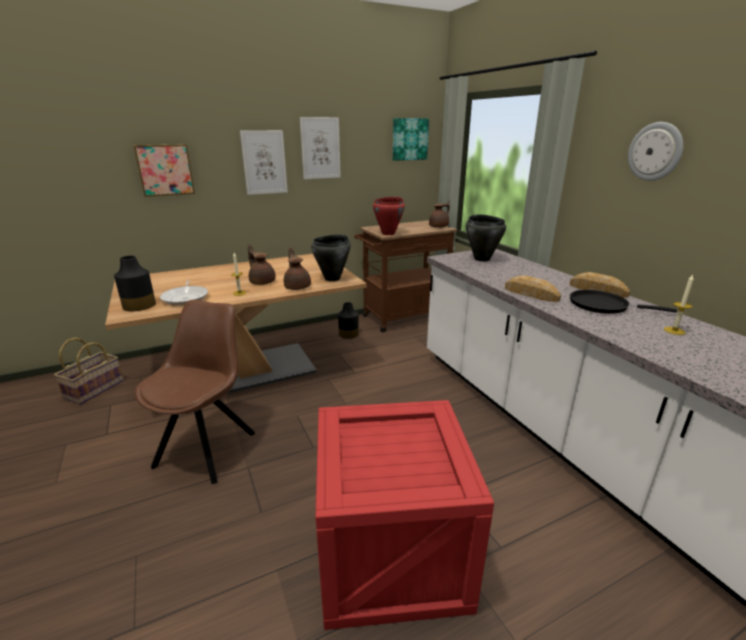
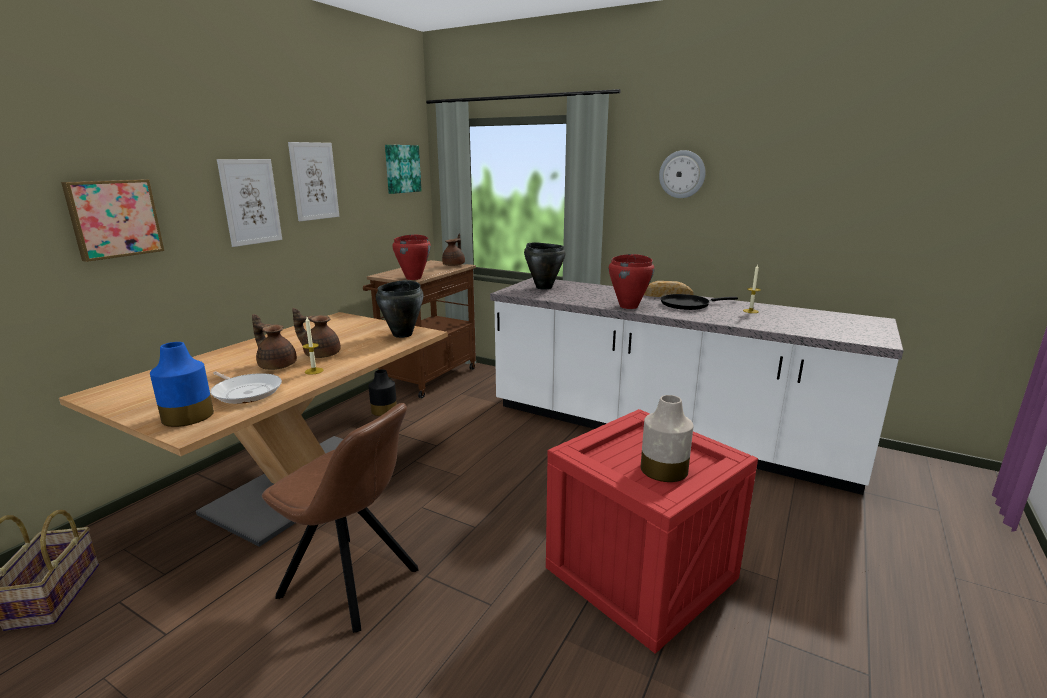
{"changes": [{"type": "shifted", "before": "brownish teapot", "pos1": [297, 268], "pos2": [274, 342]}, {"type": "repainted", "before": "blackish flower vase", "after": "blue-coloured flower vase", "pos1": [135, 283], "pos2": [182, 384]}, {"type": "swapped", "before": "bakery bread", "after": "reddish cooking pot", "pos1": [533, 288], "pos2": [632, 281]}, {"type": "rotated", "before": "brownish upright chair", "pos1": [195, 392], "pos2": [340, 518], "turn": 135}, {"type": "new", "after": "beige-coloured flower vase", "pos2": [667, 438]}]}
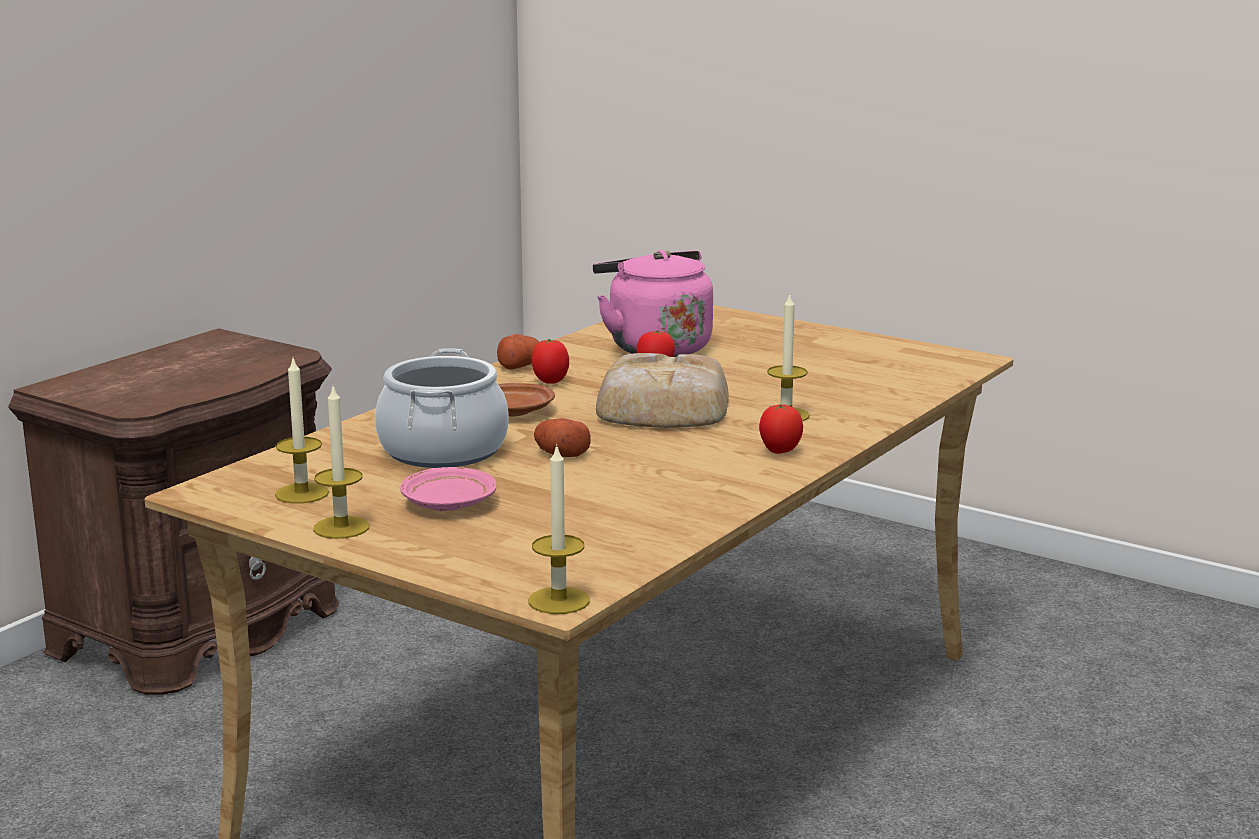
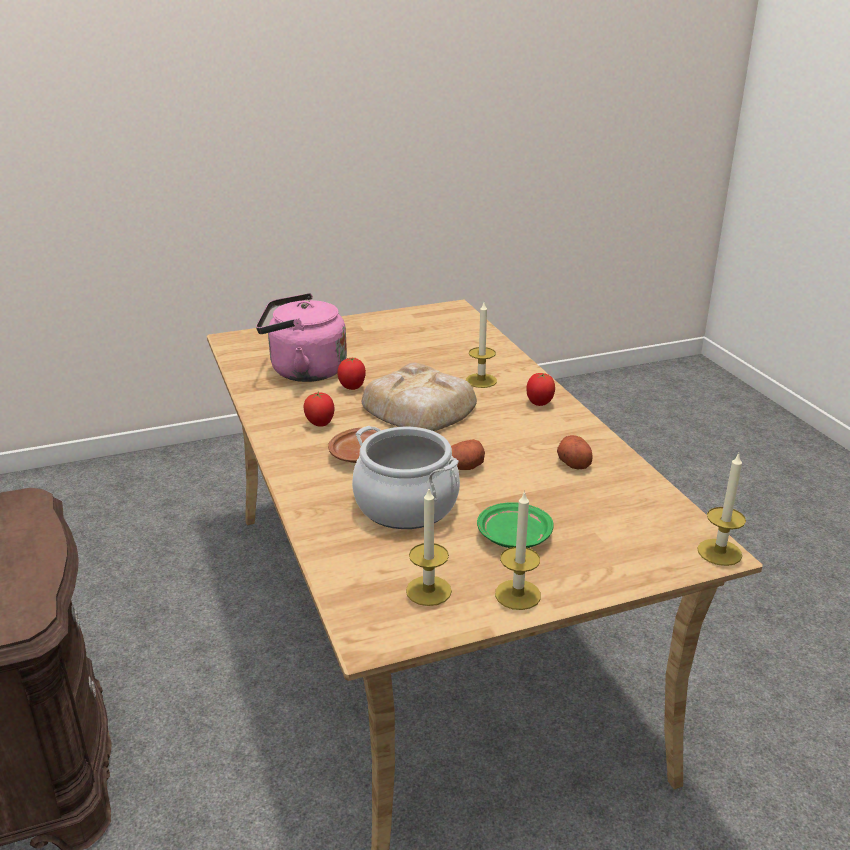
{"changes": [{"type": "shifted", "before": "spud", "pos1": [518, 351], "pos2": [575, 452]}, {"type": "repainted", "before": "pinkish dinner plate", "after": "green-coloured dinner plate", "pos1": [448, 489], "pos2": [515, 525]}]}
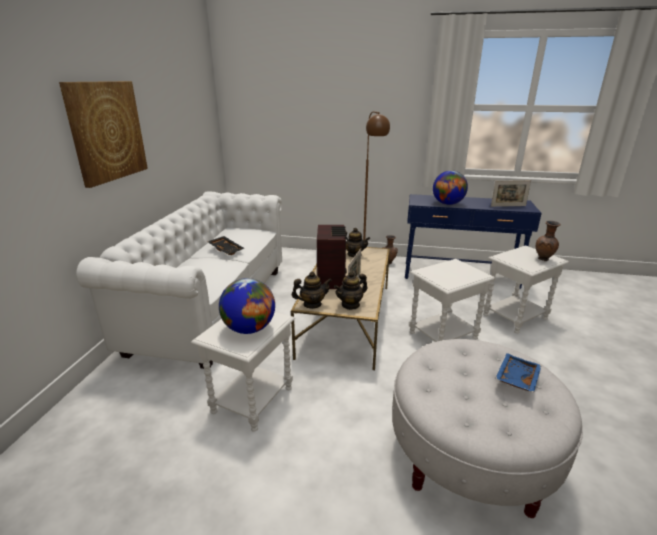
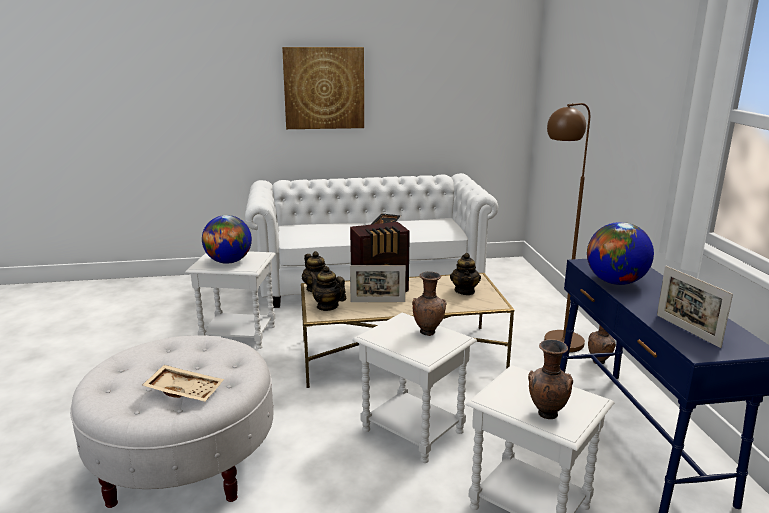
{"changes": [{"type": "repainted", "before": "blue-coloured carrying tray", "after": "beige-coloured carrying tray", "pos1": [519, 372], "pos2": [183, 383]}, {"type": "new", "after": "brownish flower vase", "pos2": [429, 304]}]}
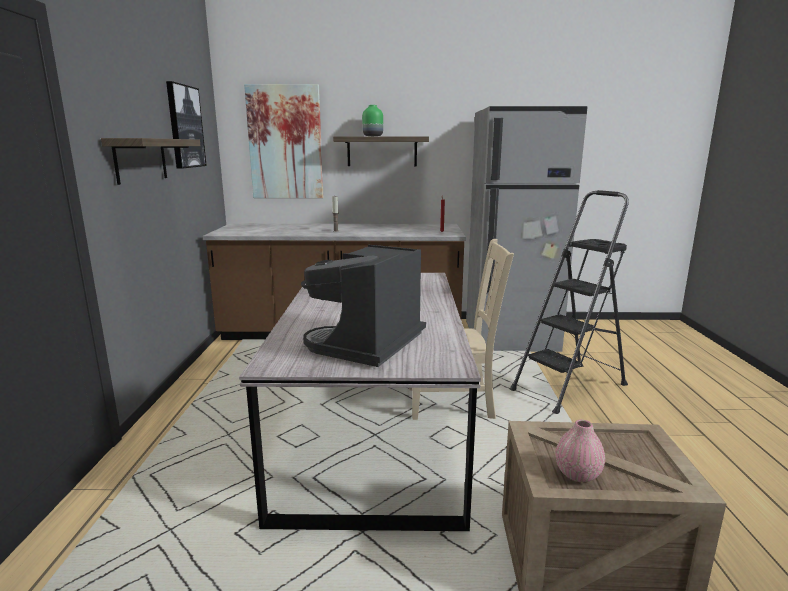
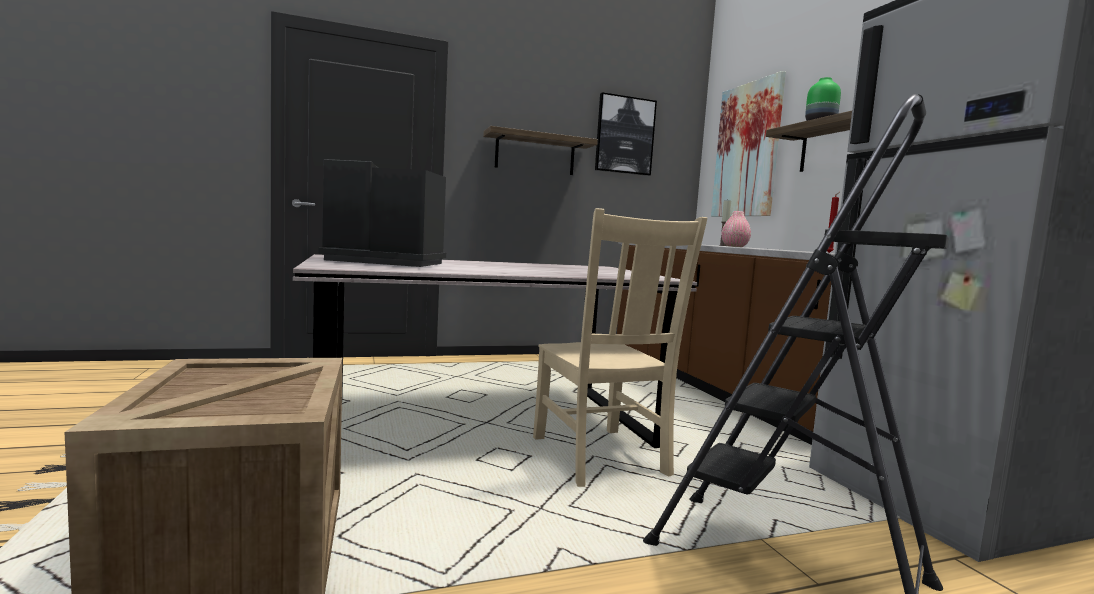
{"changes": [{"type": "shifted", "before": "pinkish flower vase", "pos1": [580, 451], "pos2": [736, 229]}]}
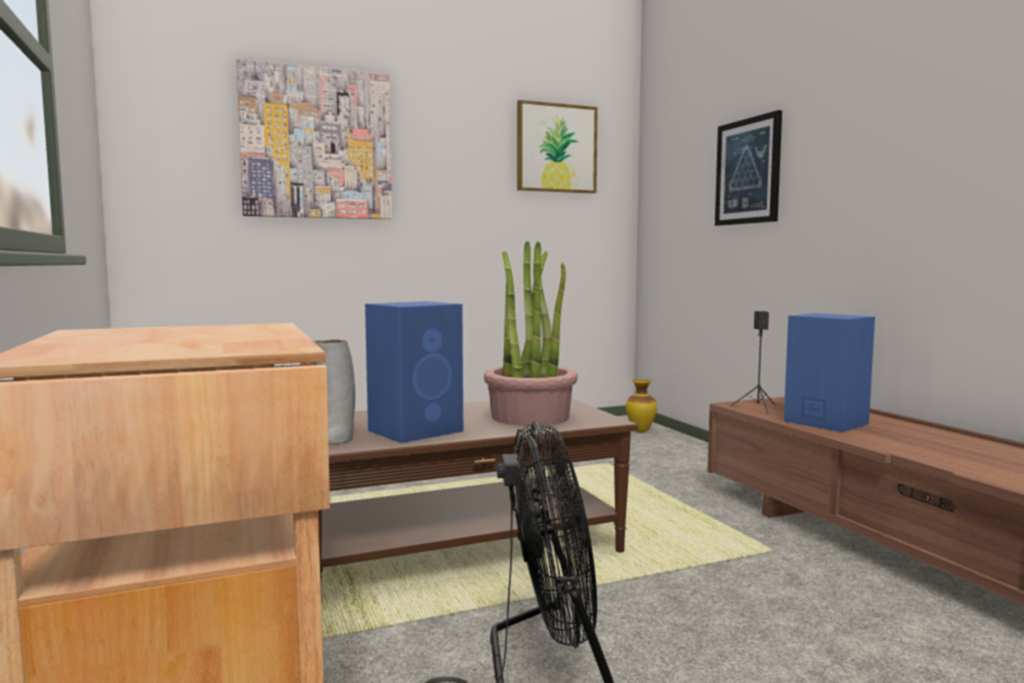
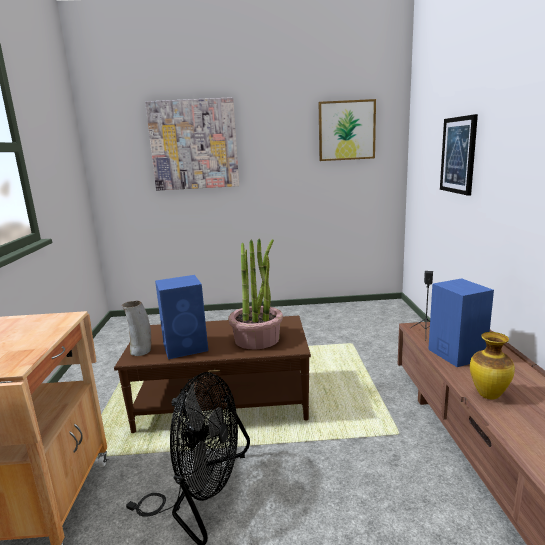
{"changes": [{"type": "shifted", "before": "flower vase", "pos1": [641, 405], "pos2": [492, 366]}]}
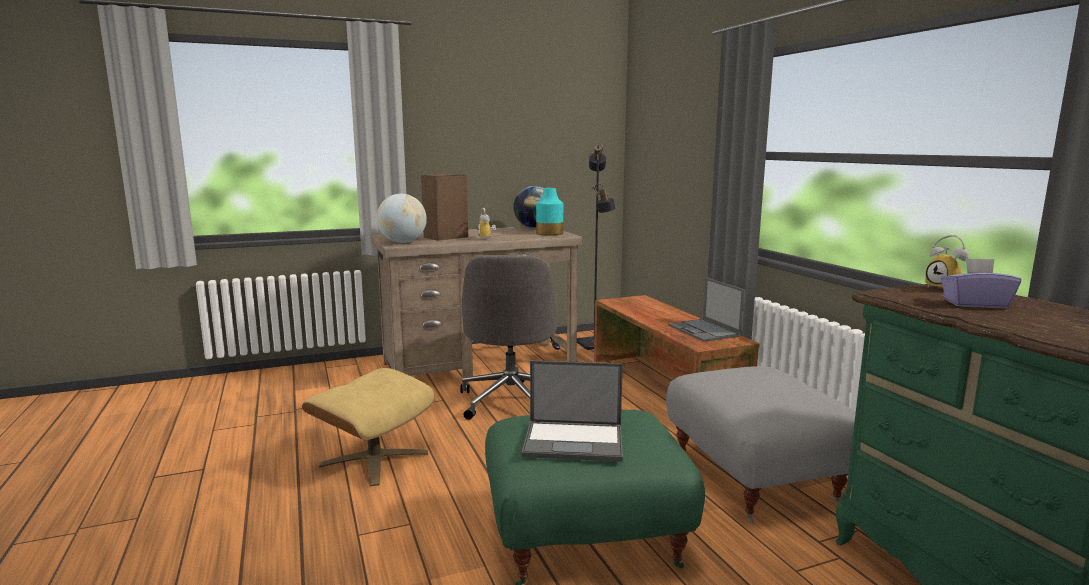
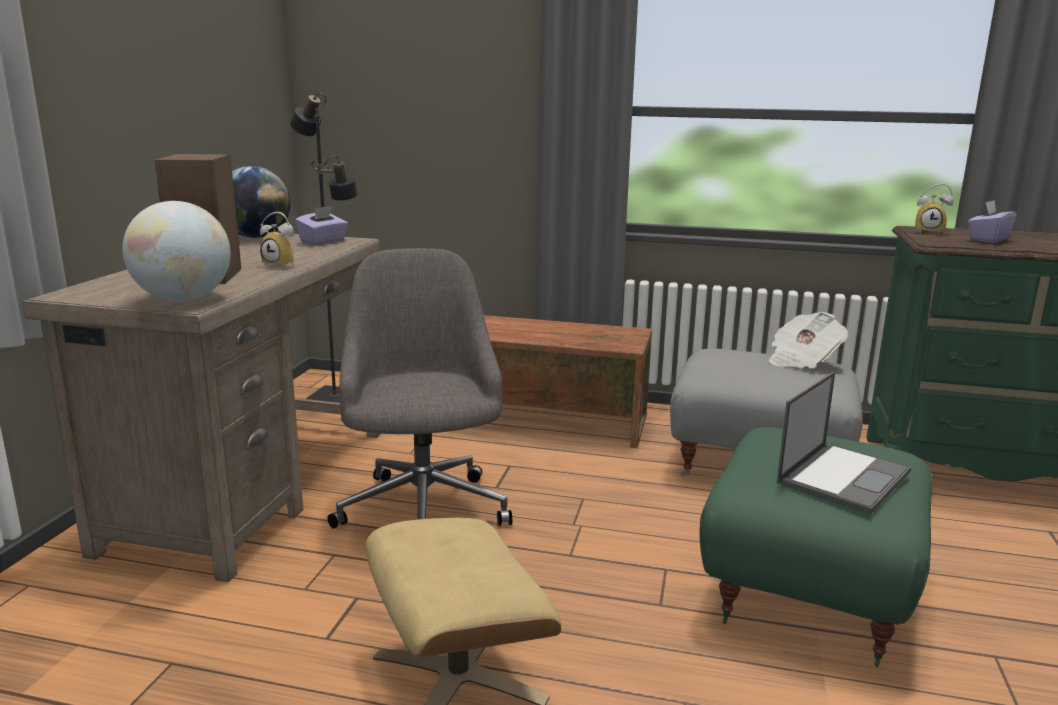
{"changes": [{"type": "swapped", "before": "turquoise-coloured flower vase", "after": "purple-coloured tissue box", "pos1": [549, 211], "pos2": [321, 225]}, {"type": "rotated", "before": "grey office chair", "pos1": [510, 337], "pos2": [419, 388], "turn": -135}, {"type": "gone", "before": "notebook computer", "pos1": [706, 310]}, {"type": "new", "after": "newspaper", "pos2": [808, 340]}]}
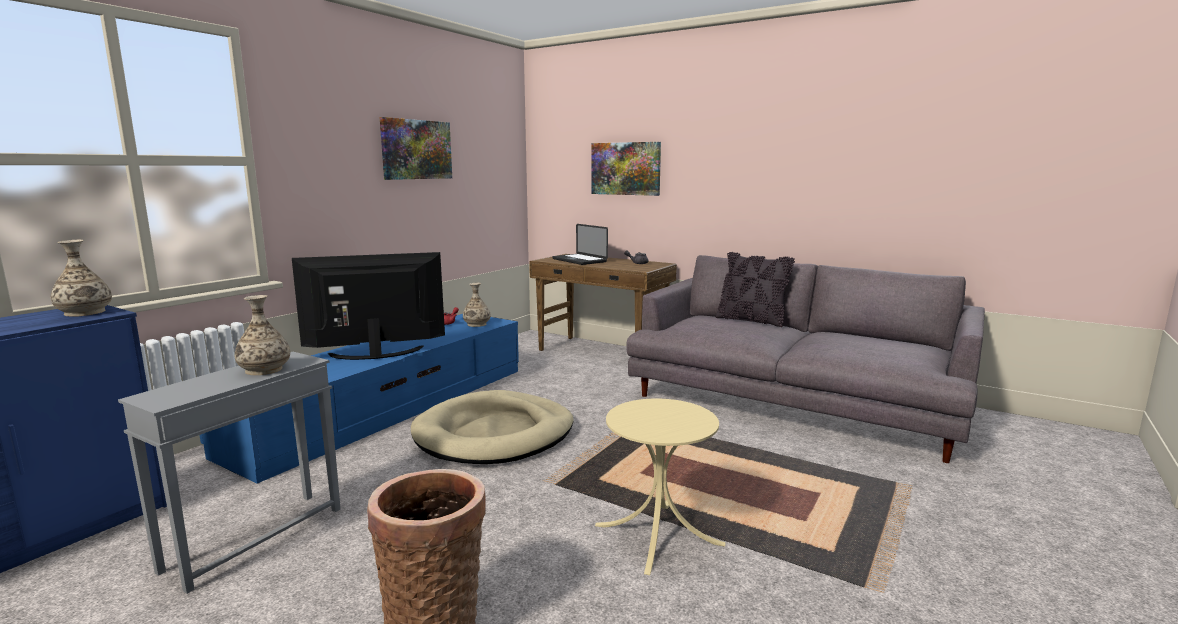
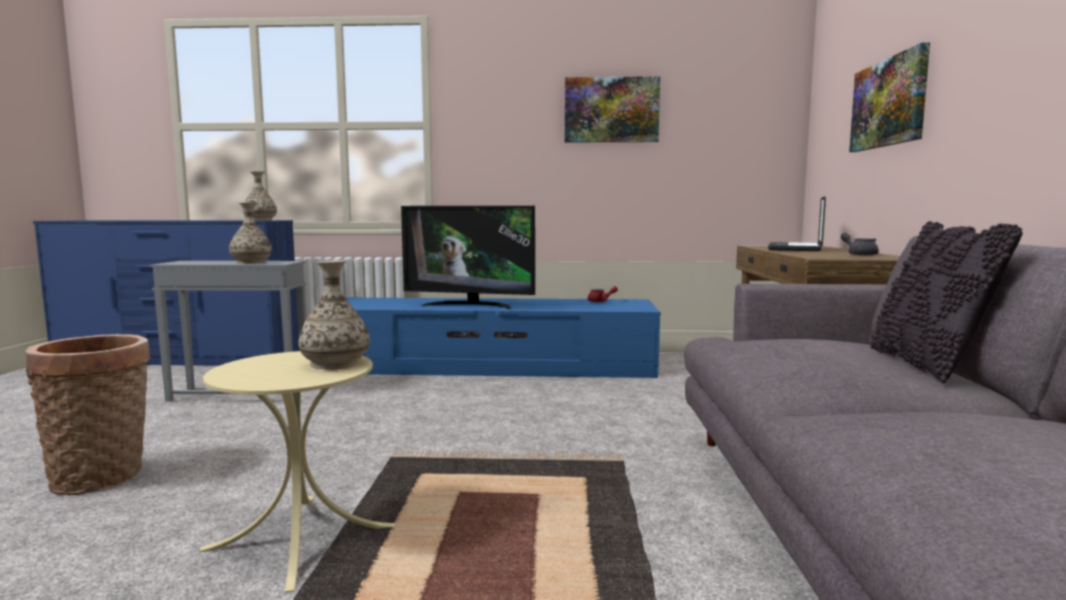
{"changes": [{"type": "rotated", "before": "television", "pos1": [368, 306], "pos2": [468, 257], "turn": 150}, {"type": "shifted", "before": "flower vase", "pos1": [477, 305], "pos2": [334, 315]}, {"type": "gone", "before": "beige-coloured dog cushion", "pos1": [492, 427]}]}
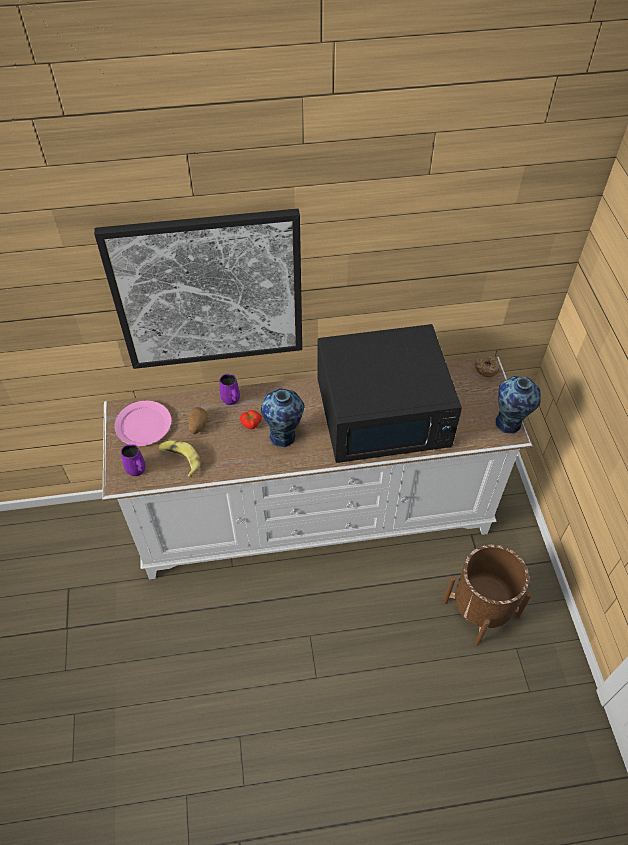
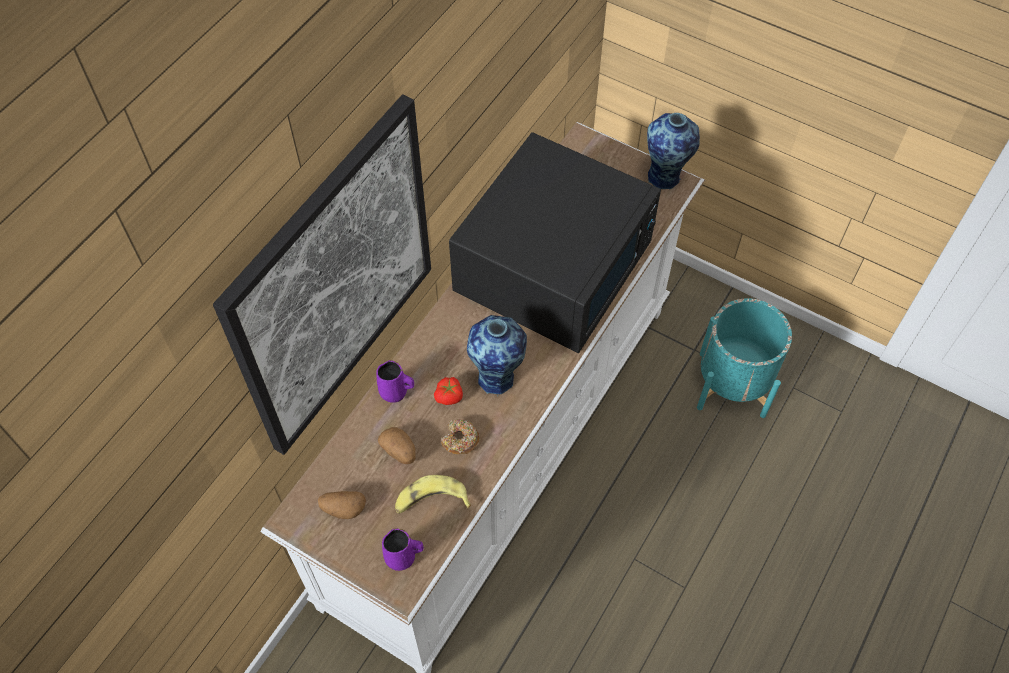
{"changes": [{"type": "shifted", "before": "doughnut", "pos1": [487, 366], "pos2": [460, 436]}, {"type": "swapped", "before": "pinkish dinner plate", "after": "spud", "pos1": [142, 423], "pos2": [342, 505]}, {"type": "repainted", "before": "brownish planter", "after": "turquoise-coloured planter", "pos1": [487, 595], "pos2": [744, 358]}]}
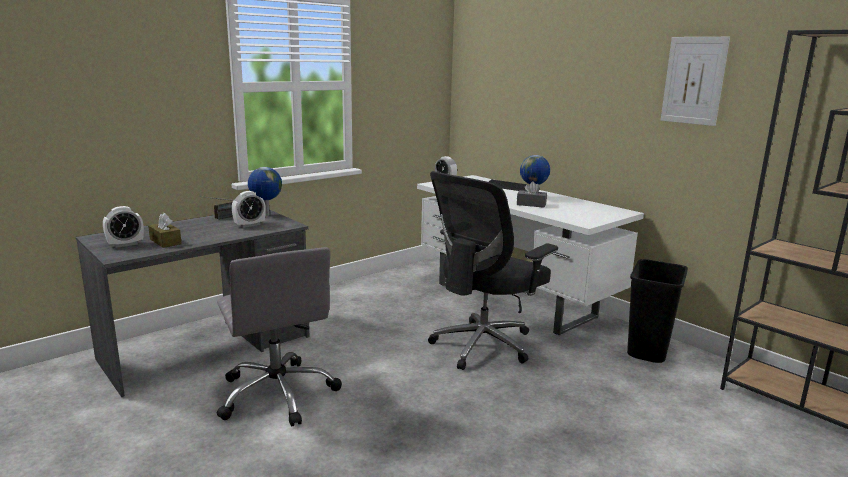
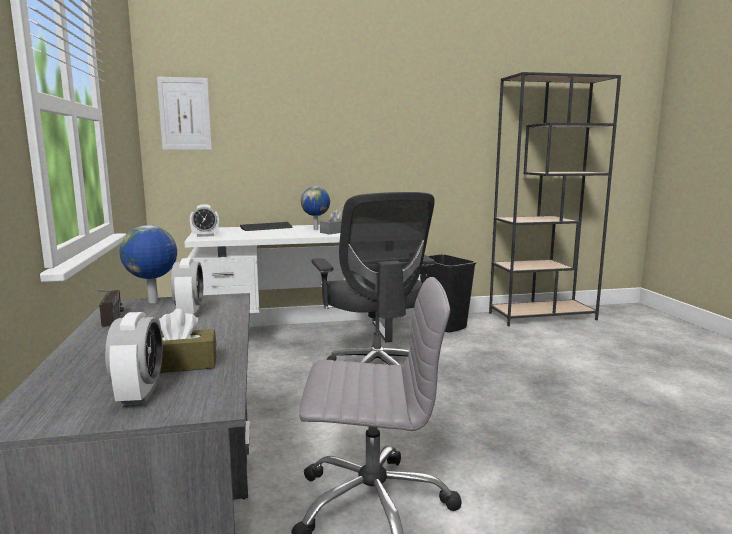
{"changes": [{"type": "shifted", "before": "wall art", "pos1": [695, 81], "pos2": [184, 113]}]}
